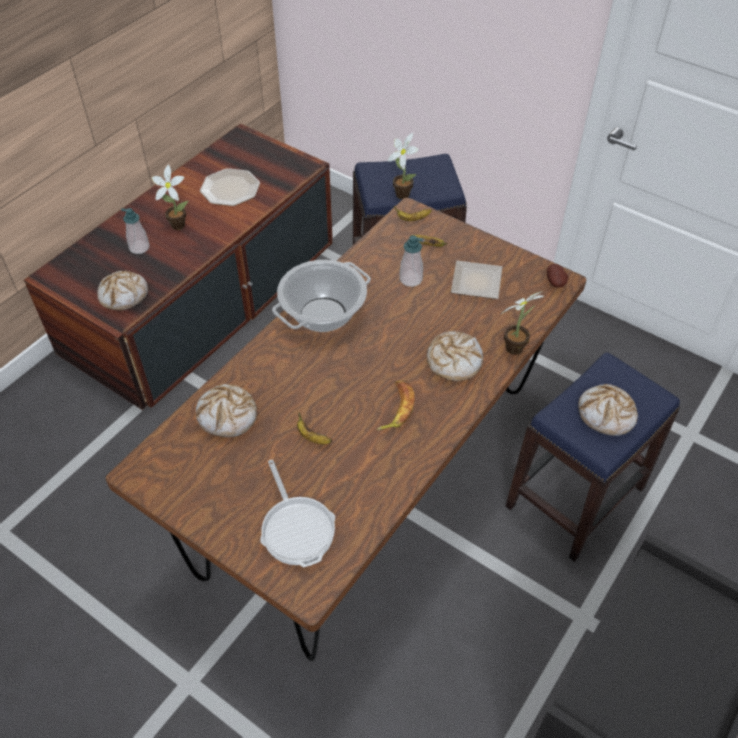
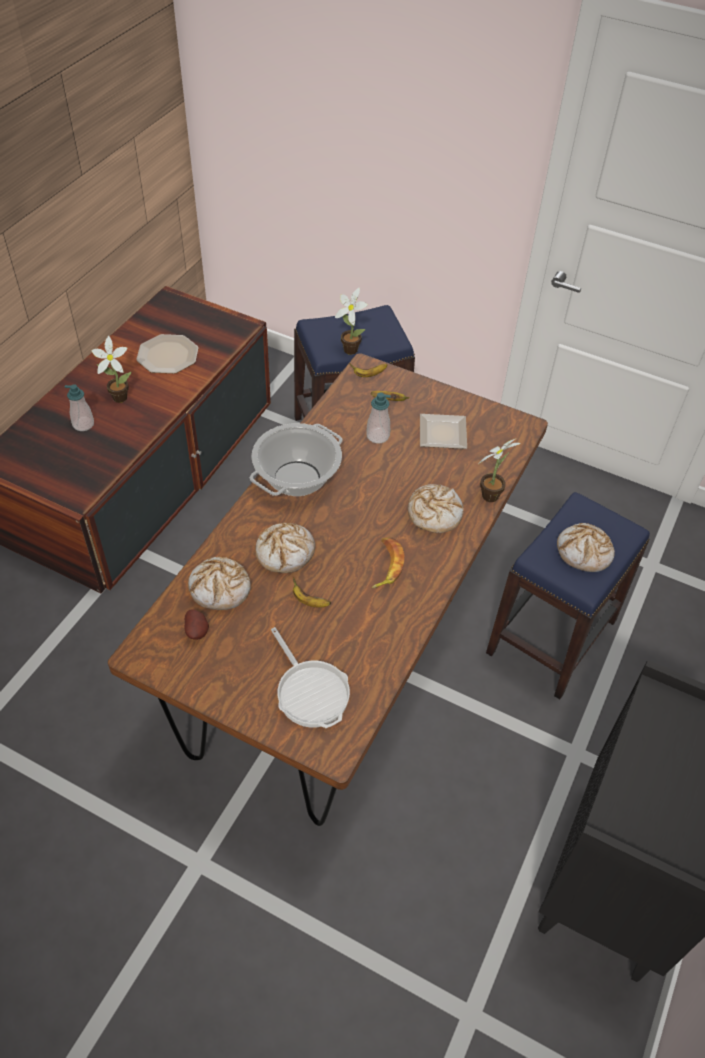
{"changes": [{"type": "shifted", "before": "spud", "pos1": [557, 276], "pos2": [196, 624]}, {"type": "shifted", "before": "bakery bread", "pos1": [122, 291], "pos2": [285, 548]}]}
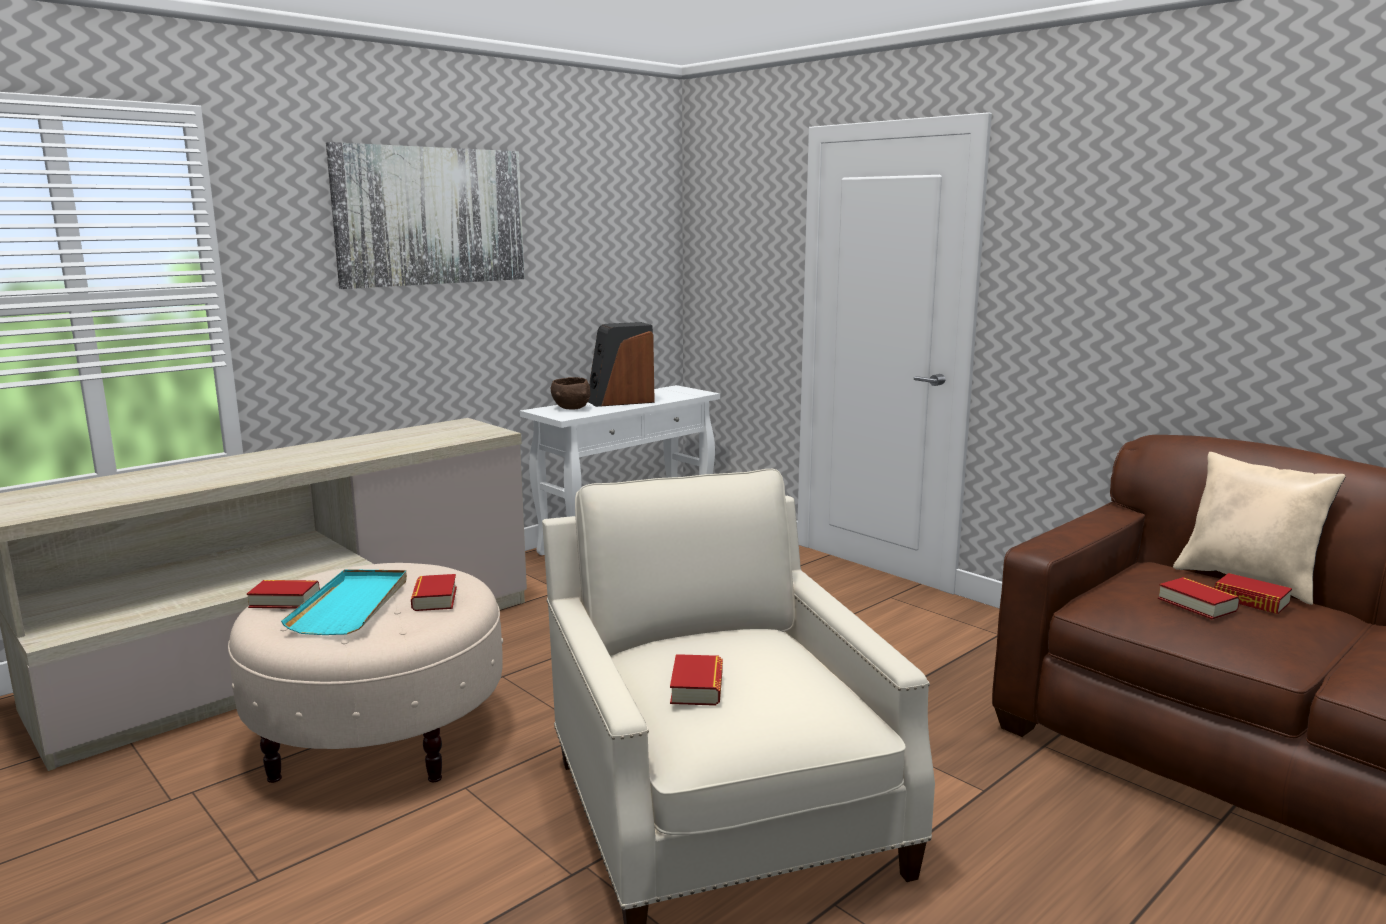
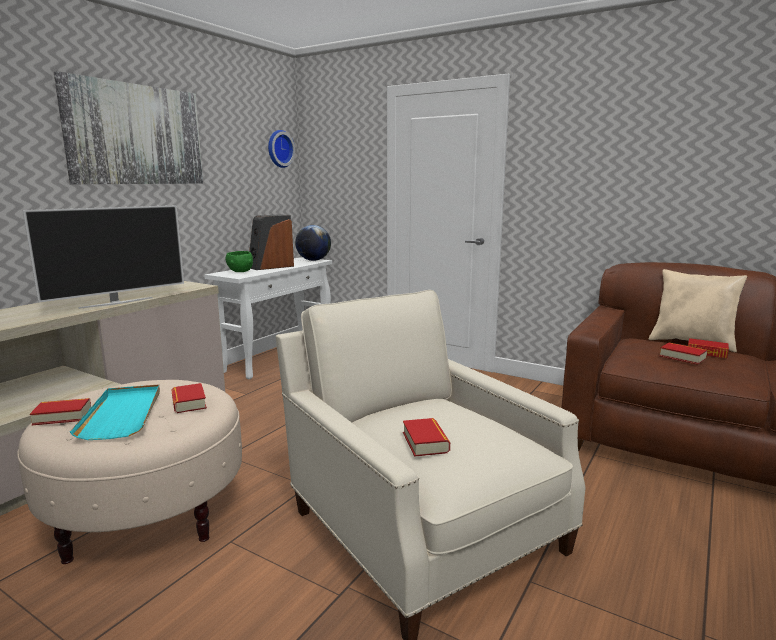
{"changes": [{"type": "repainted", "before": "brownish deep dish", "after": "green-coloured deep dish", "pos1": [570, 393], "pos2": [239, 261]}, {"type": "new", "after": "clock on the wall", "pos2": [281, 149]}, {"type": "new", "after": "television", "pos2": [103, 257]}, {"type": "new", "after": "desk globe", "pos2": [313, 243]}]}
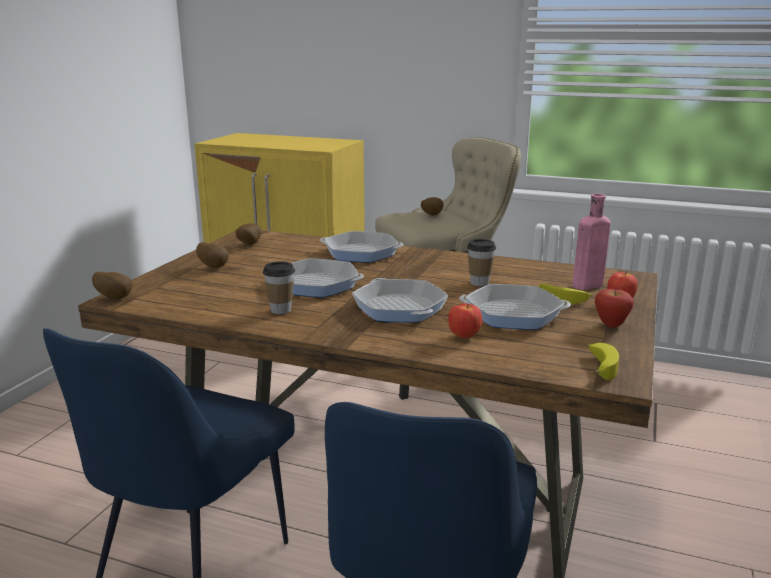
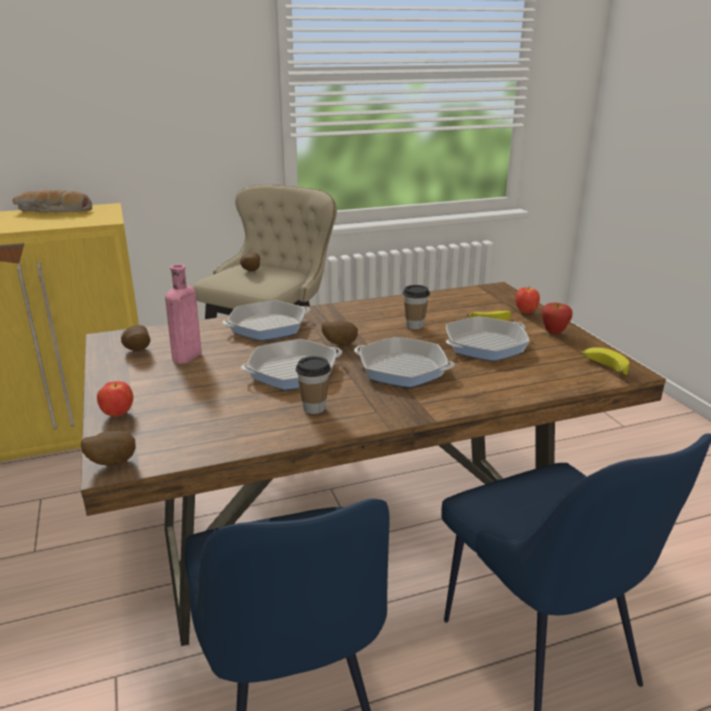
{"changes": [{"type": "shifted", "before": "pinkish bottle", "pos1": [591, 242], "pos2": [183, 314]}, {"type": "shifted", "before": "spud", "pos1": [212, 255], "pos2": [339, 333]}, {"type": "shifted", "before": "apple fruit", "pos1": [465, 320], "pos2": [115, 399]}, {"type": "new", "after": "bakery bread", "pos2": [52, 201]}]}
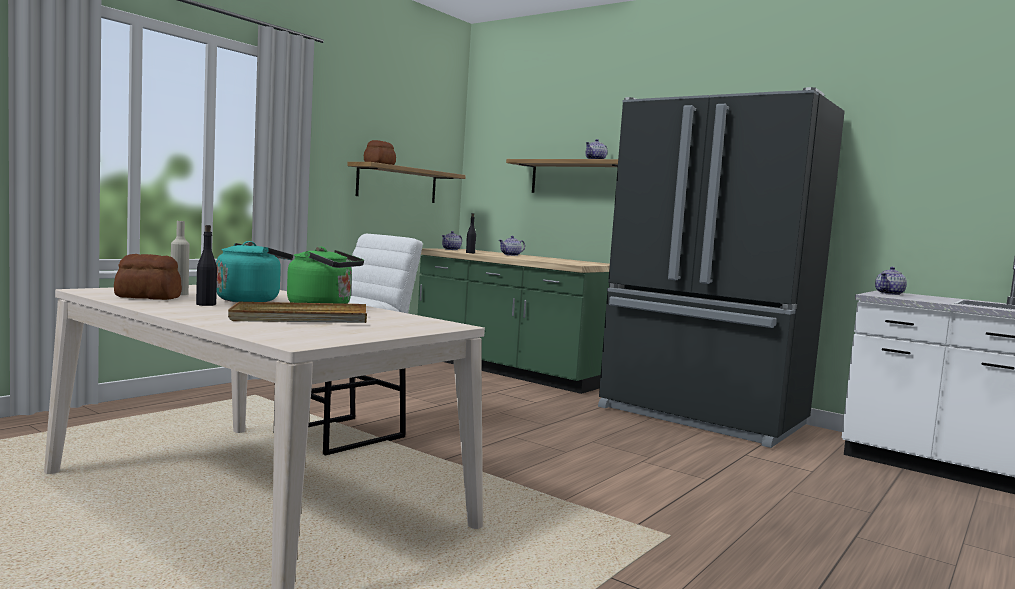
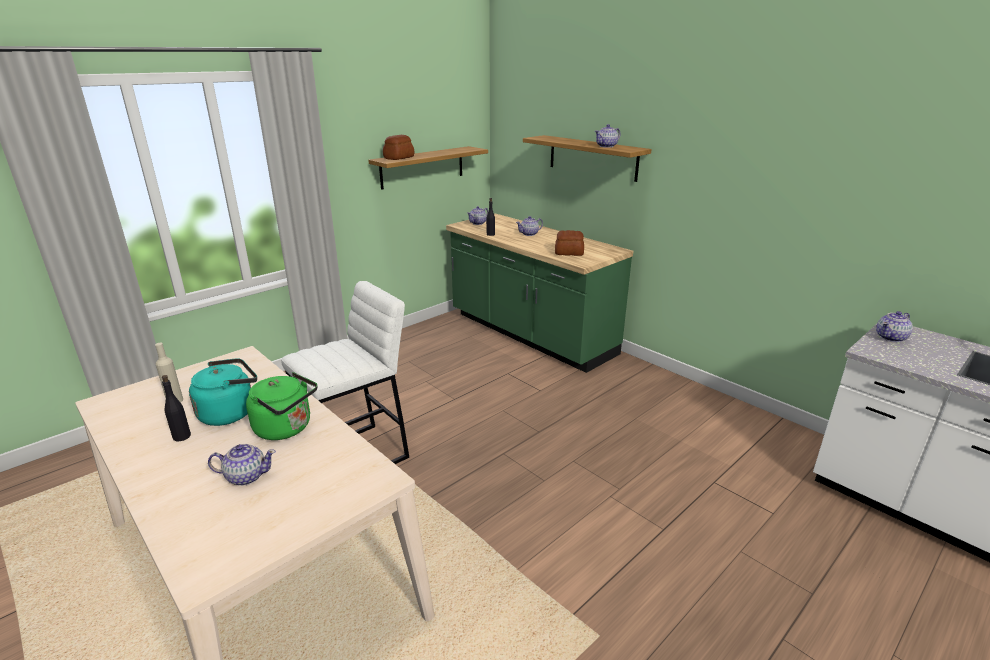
{"changes": [{"type": "gone", "before": "blackish fridge", "pos1": [721, 267]}, {"type": "shifted", "before": "bakery bread", "pos1": [148, 277], "pos2": [569, 243]}, {"type": "swapped", "before": "beige-coloured carrying tray", "after": "teapot", "pos1": [297, 312], "pos2": [242, 465]}]}
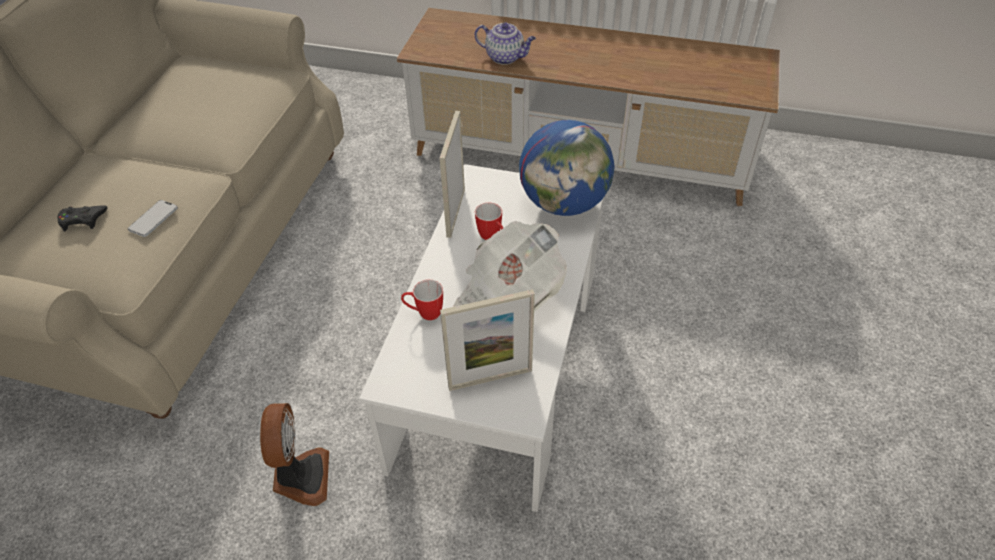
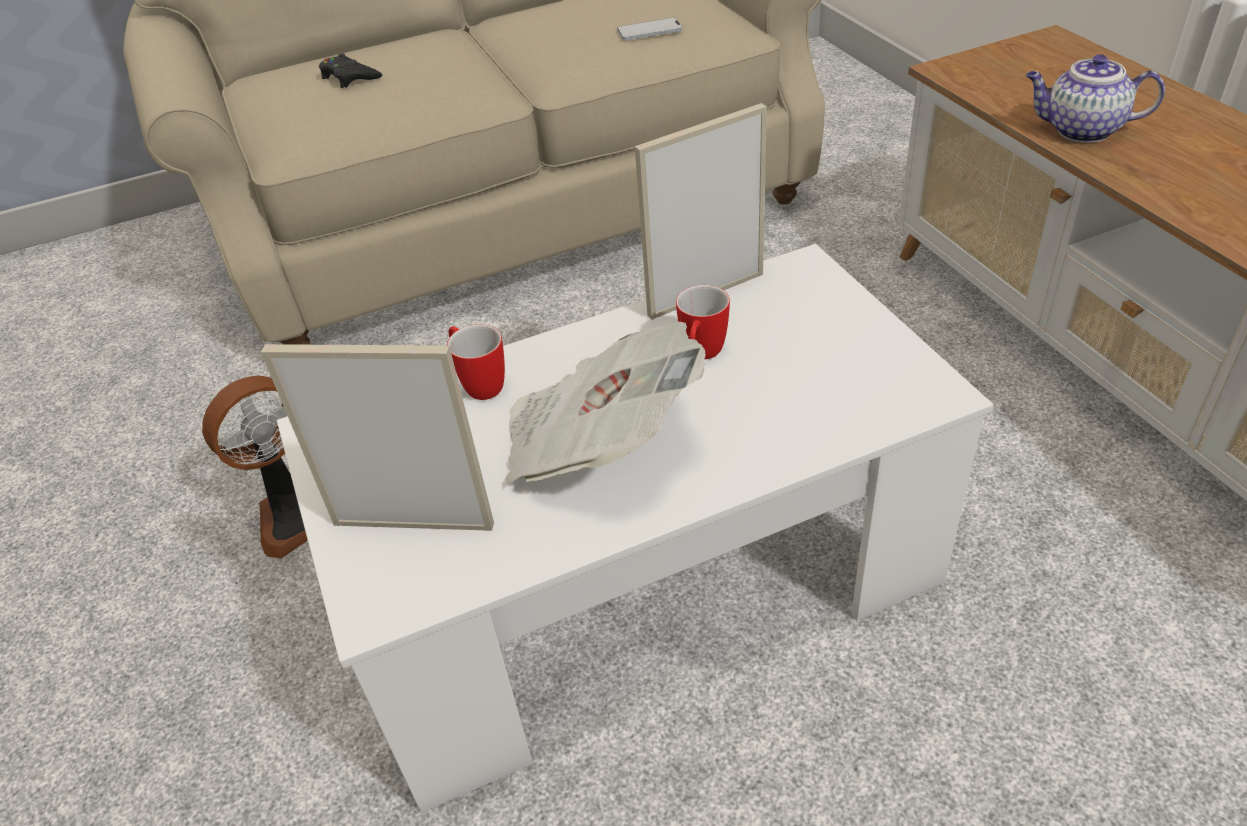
{"changes": [{"type": "rotated", "before": "teapot", "pos1": [505, 43], "pos2": [1095, 98], "turn": 120}, {"type": "gone", "before": "desk globe", "pos1": [566, 168]}, {"type": "shifted", "before": "telephone", "pos1": [153, 218], "pos2": [649, 29]}, {"type": "rotated", "before": "standing frame", "pos1": [487, 340], "pos2": [377, 437], "turn": 150}]}
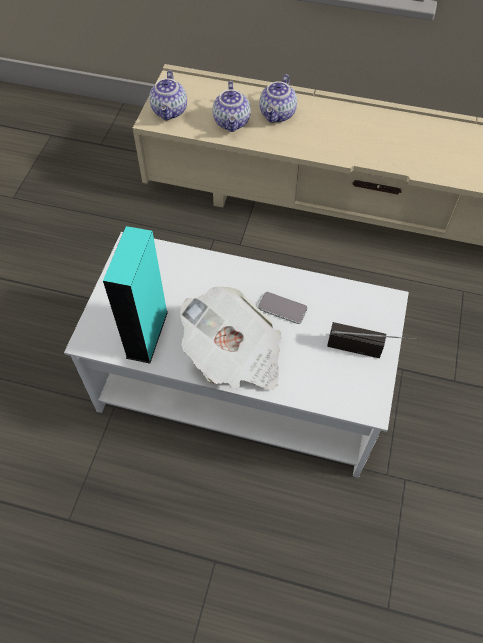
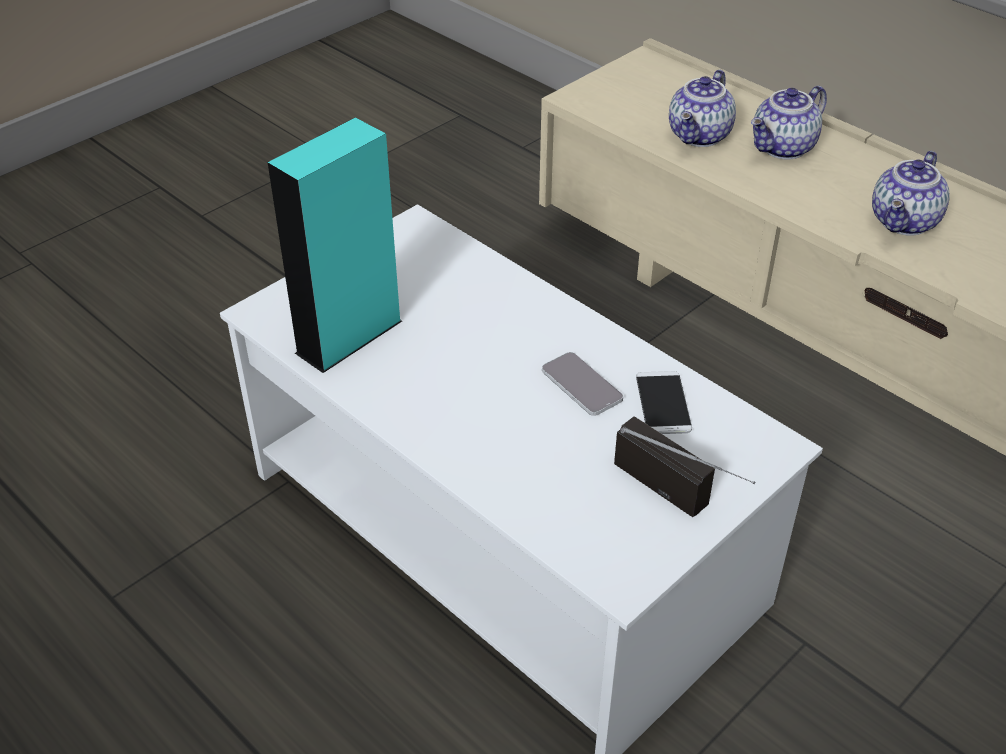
{"changes": [{"type": "shifted", "before": "teapot", "pos1": [168, 95], "pos2": [911, 193]}, {"type": "gone", "before": "newspaper", "pos1": [231, 338]}, {"type": "new", "after": "telephone", "pos2": [664, 402]}]}
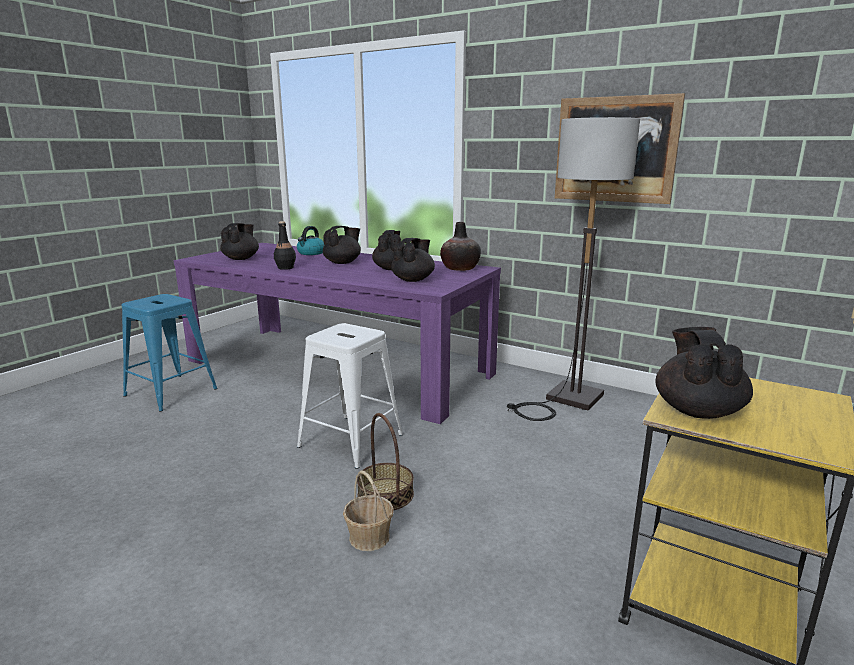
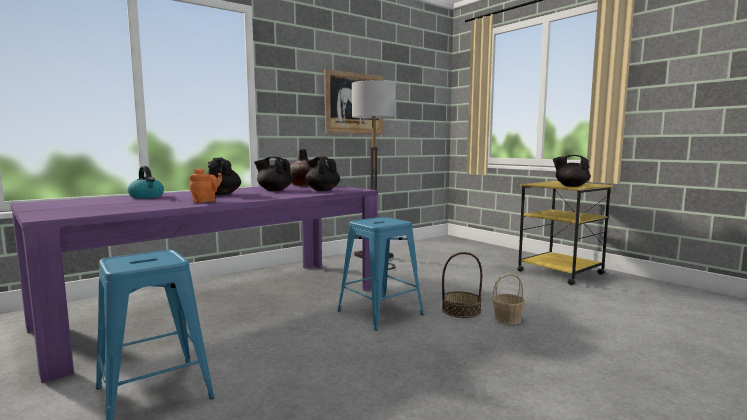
{"changes": [{"type": "swapped", "before": "blackish bottle", "after": "orange teapot", "pos1": [285, 245], "pos2": [205, 185]}, {"type": "gone", "before": "blackish teapot", "pos1": [239, 241]}, {"type": "repainted", "before": "whitish stool seat", "after": "blue-coloured stool seat", "pos1": [350, 396], "pos2": [381, 274]}]}
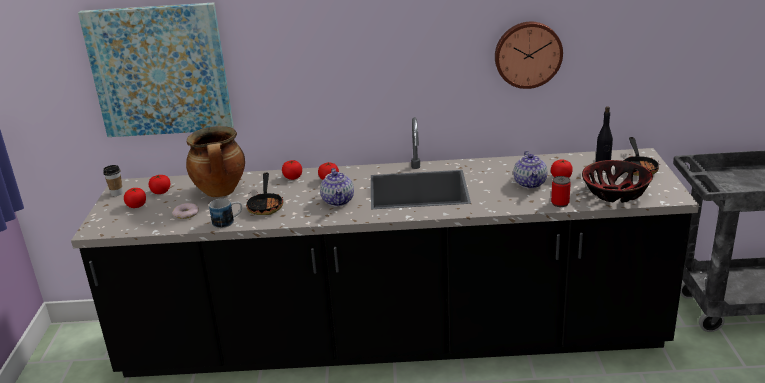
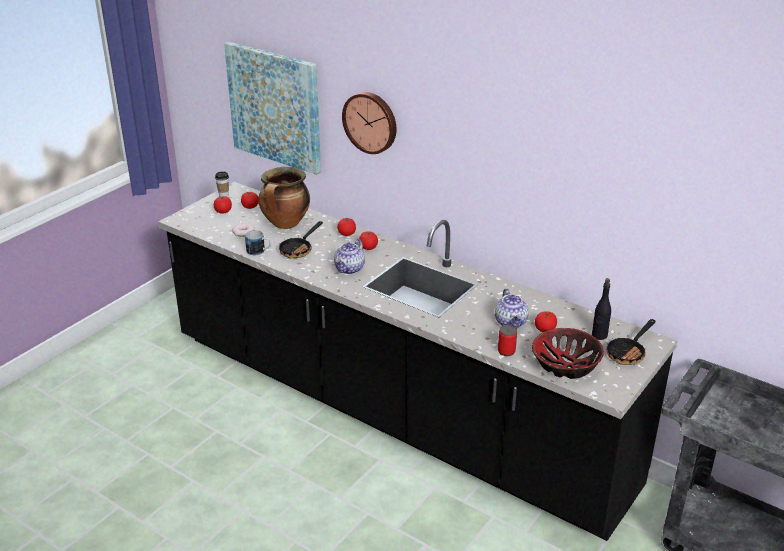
{"changes": [{"type": "shifted", "before": "clock on the wall", "pos1": [529, 55], "pos2": [369, 123]}, {"type": "rotated", "before": "teapot", "pos1": [530, 169], "pos2": [512, 309], "turn": -45}]}
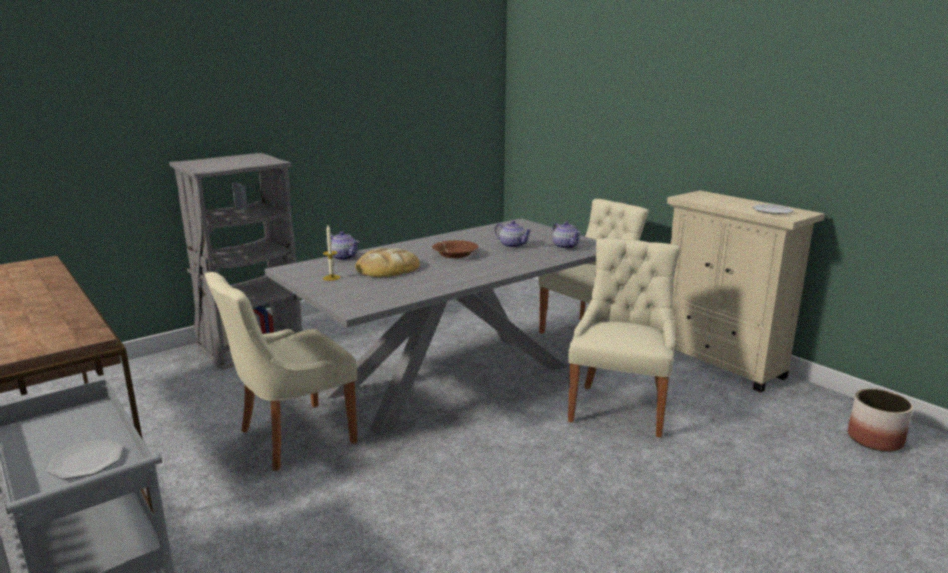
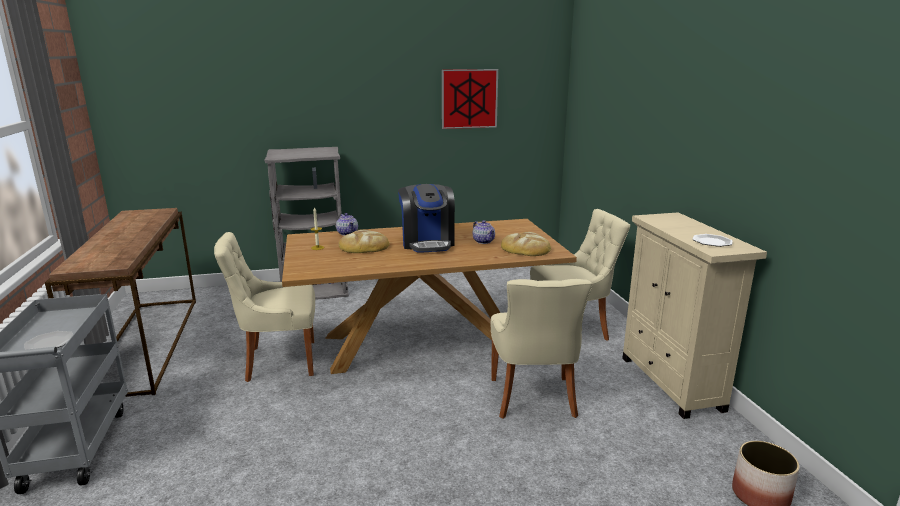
{"changes": [{"type": "repainted", "before": "grey dinner table", "after": "brownish dinner table", "pos1": [430, 327], "pos2": [429, 296]}, {"type": "swapped", "before": "teapot", "after": "bakery bread", "pos1": [566, 235], "pos2": [526, 244]}, {"type": "rotated", "before": "beige-coloured upright chair", "pos1": [624, 338], "pos2": [542, 349], "turn": 135}, {"type": "swapped", "before": "brownish deep dish", "after": "coffee machine", "pos1": [455, 249], "pos2": [426, 218]}, {"type": "new", "after": "wall art", "pos2": [470, 99]}]}
